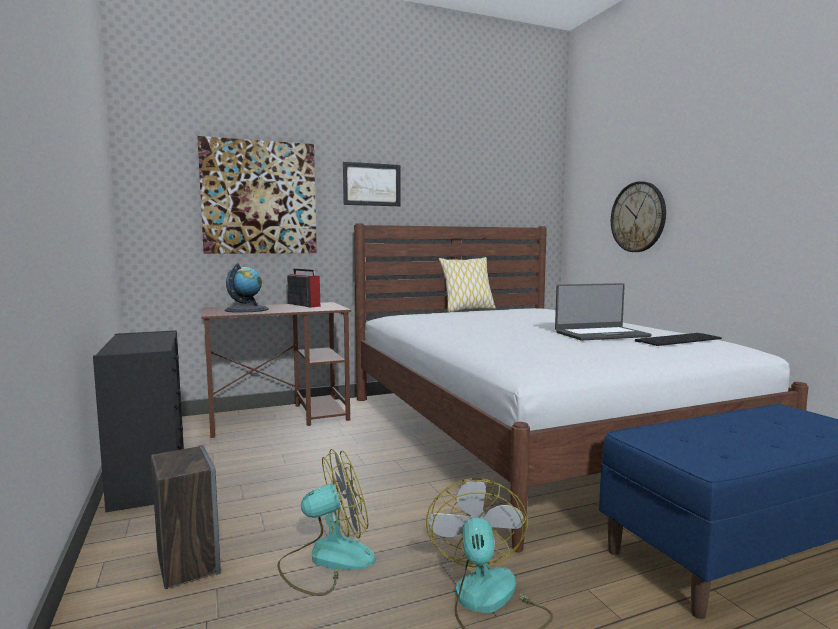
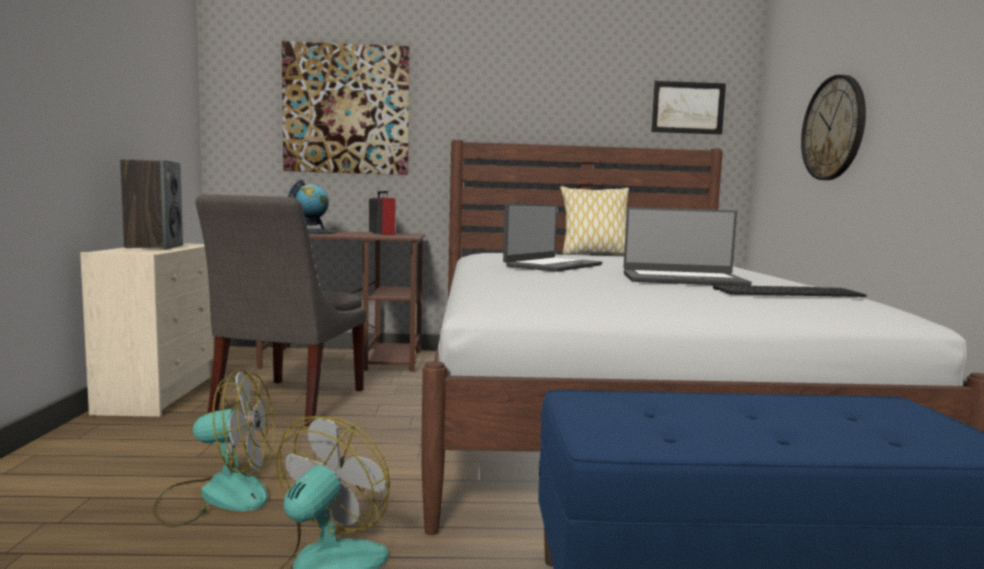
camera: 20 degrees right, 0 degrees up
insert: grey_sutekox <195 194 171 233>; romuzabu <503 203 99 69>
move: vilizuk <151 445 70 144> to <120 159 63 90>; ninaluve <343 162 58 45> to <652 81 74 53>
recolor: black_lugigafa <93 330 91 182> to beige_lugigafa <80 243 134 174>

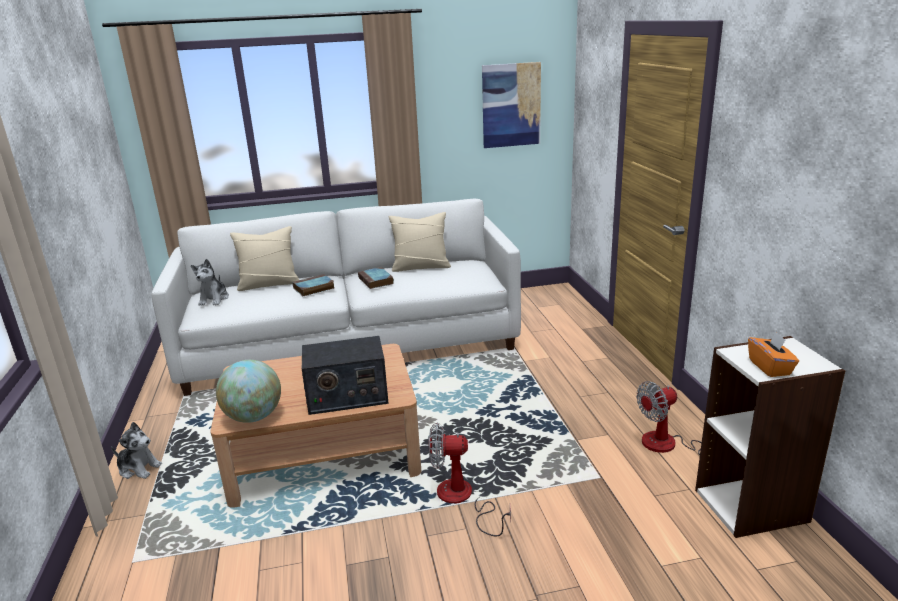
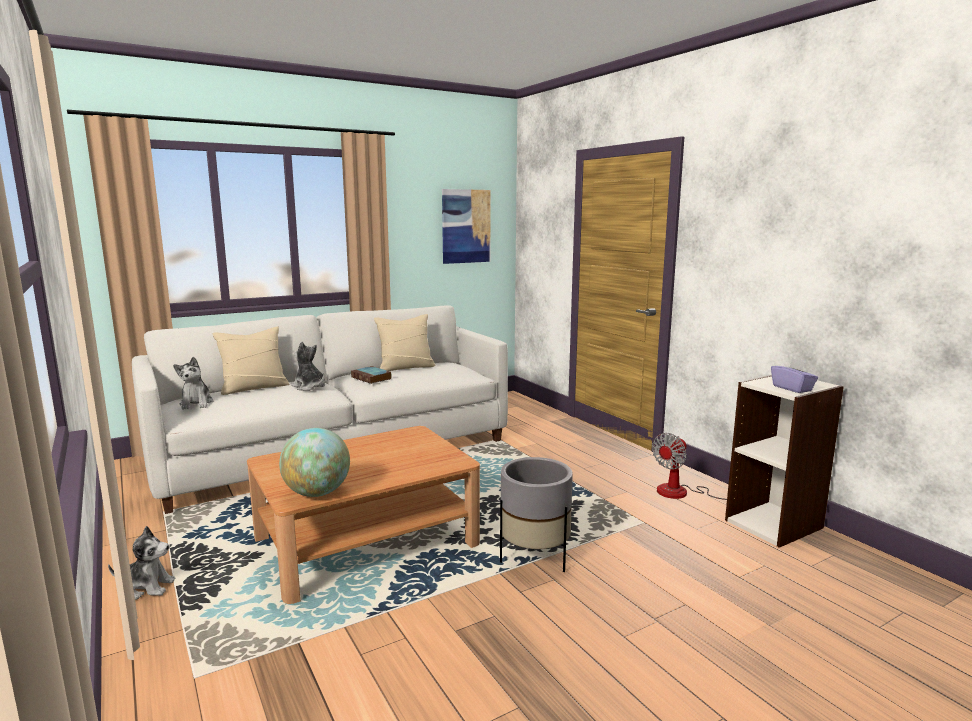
camera: 20 degrees left, 10 degrees down
delete: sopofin <302 336 87 79>
replace: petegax <292 274 42 22> to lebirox <291 341 34 50>; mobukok <429 423 82 113> to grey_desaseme <500 457 73 115>
recolor: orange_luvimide <748 331 51 46> to purple_luvimide <771 358 47 35>

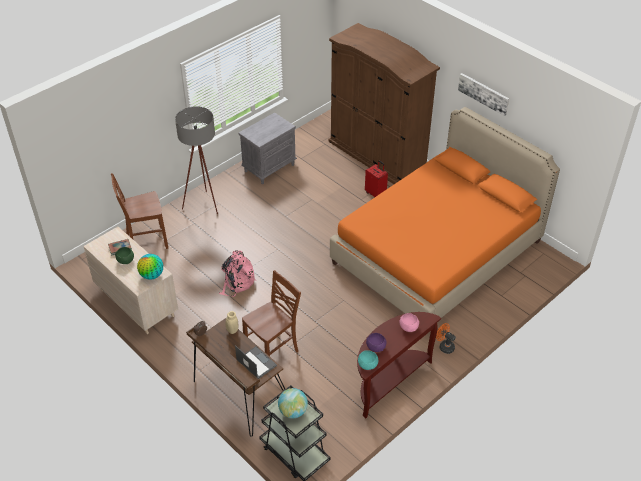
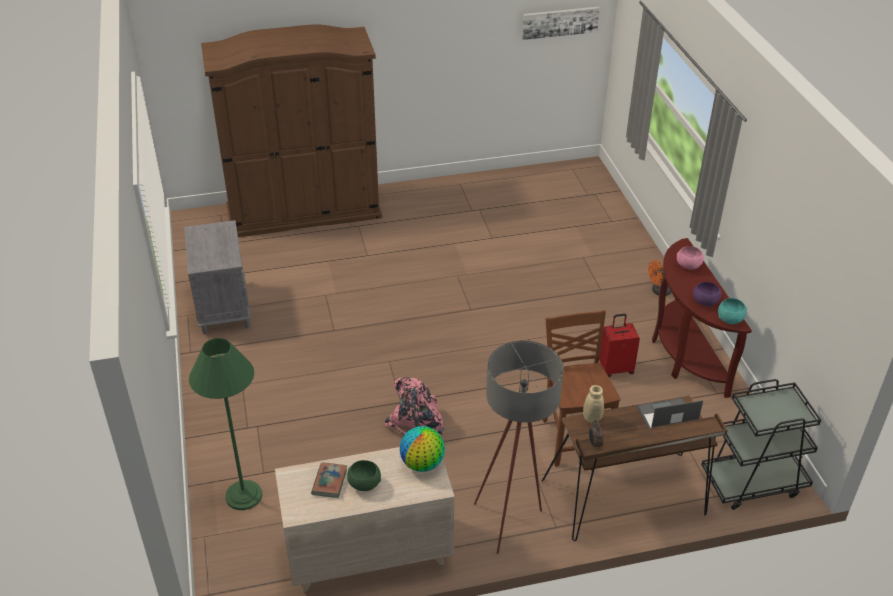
camera: 60 degrees left, 5 degrees down
delete: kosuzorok <278 388 30 31>; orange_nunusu <330 107 230 211>
move: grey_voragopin <175 106 43 108> to <474 341 90 213>; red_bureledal <365 160 23 37> to <599 314 41 63>; ninaluve <458 73 51 43> to <522 7 78 33>
replace: brown_sutekox <111 173 57 76> to green_voragopin <189 338 73 172>

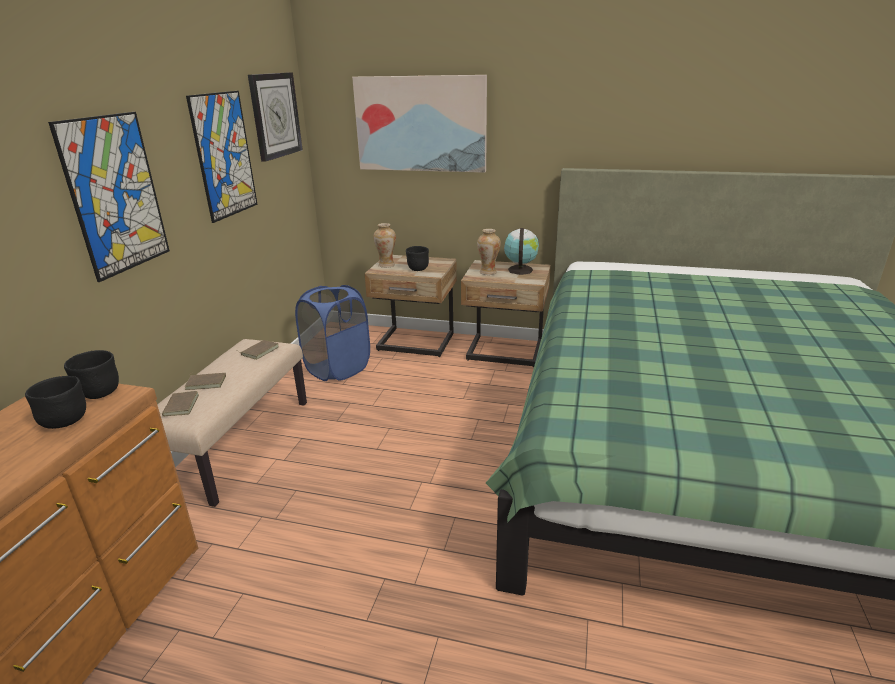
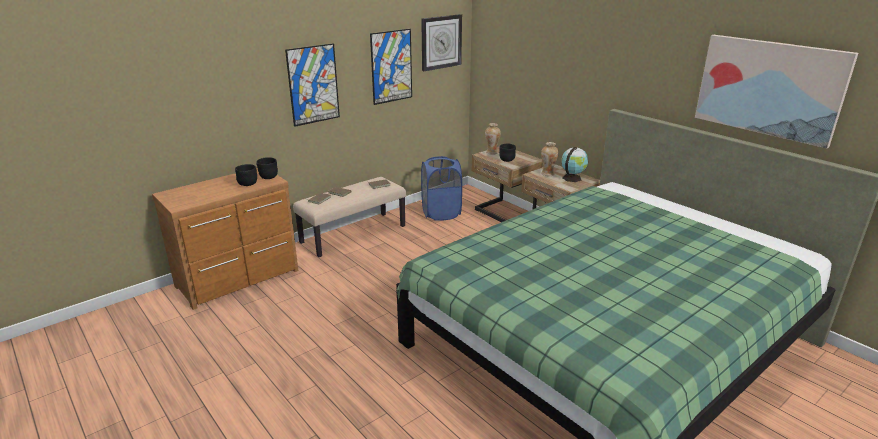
camera: 35 degrees right, 0 degrees up
move: ninaluve <352 75 135 98> to <695 35 163 113>

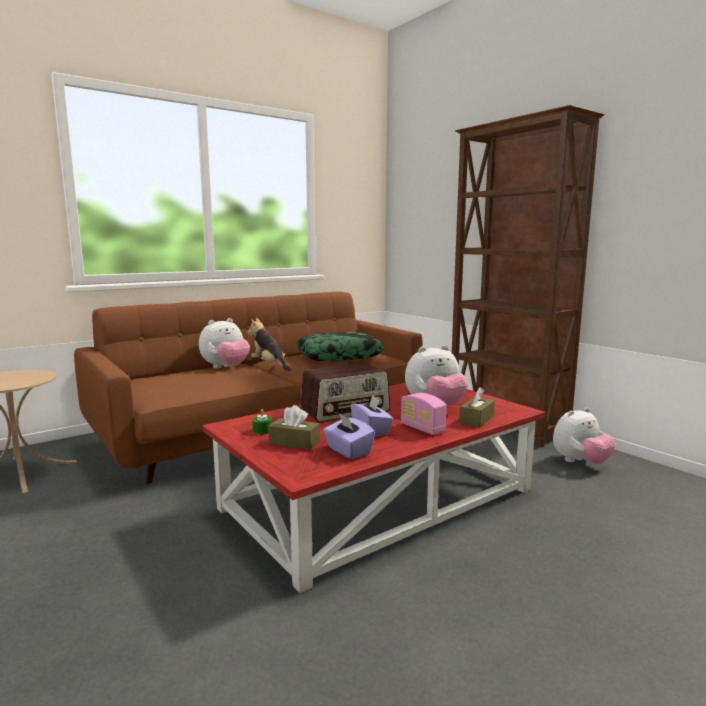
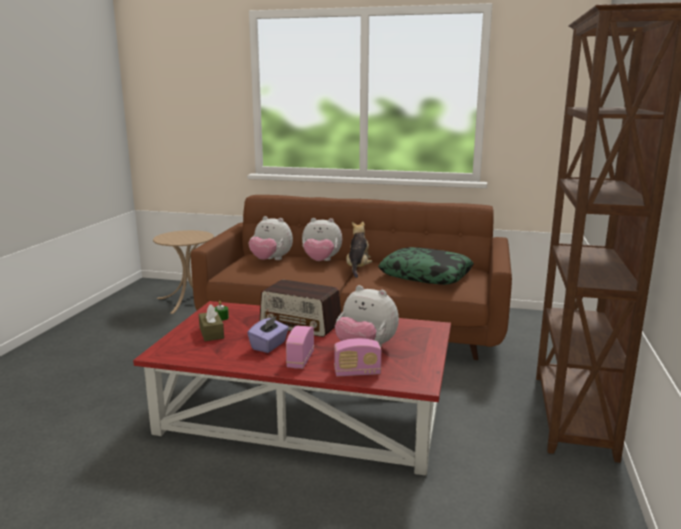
camera: 50 degrees right, 5 degrees up
delete: purple_luvimide <323 413 52 46>
move: lebirox <553 408 62 56> to <249 216 44 44>
replace: brown_luvimide <459 387 36 41> to sopofin <334 338 47 39>

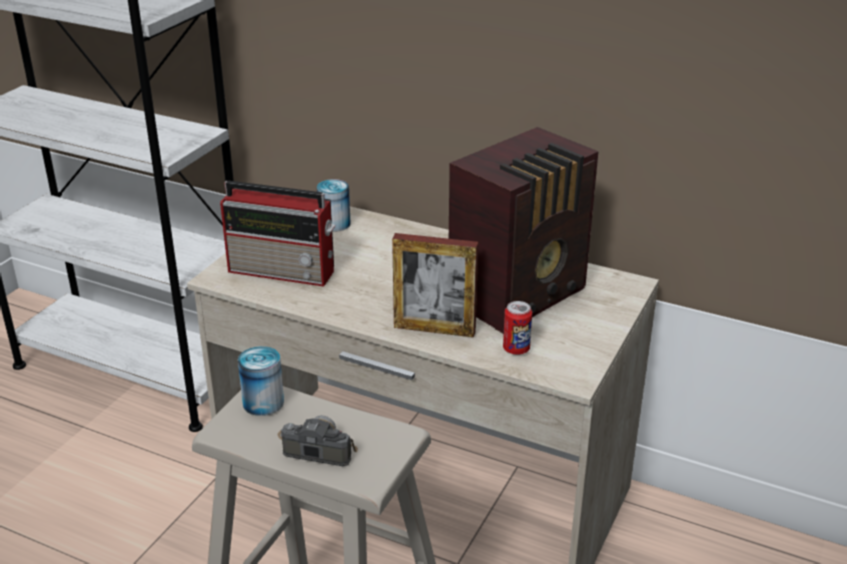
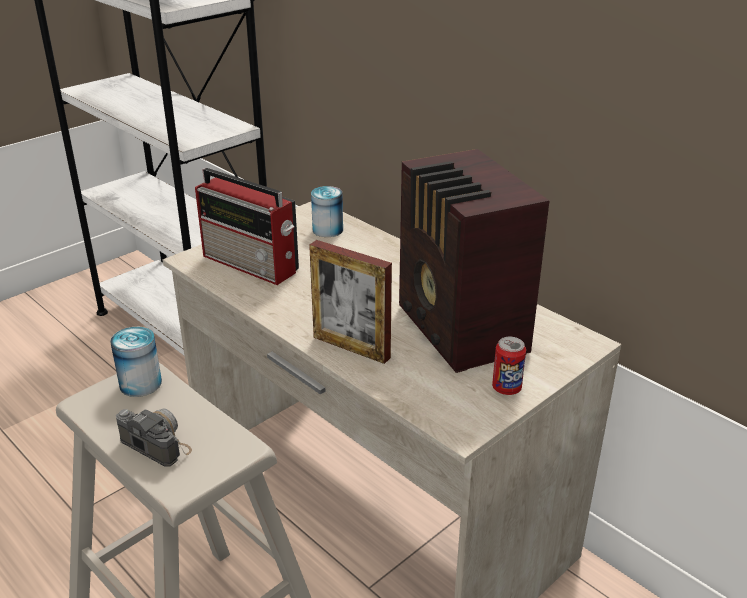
camera: 20 degrees right, 0 degrees up
move: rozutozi <503 301 29 54> to <492 337 34 58>
rotate: sopofin <449 127 150 207> = <399 149 150 224> 90 degrees clockwise

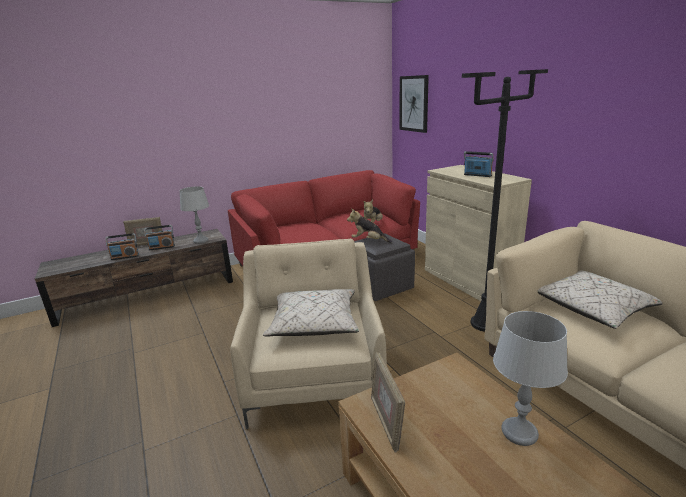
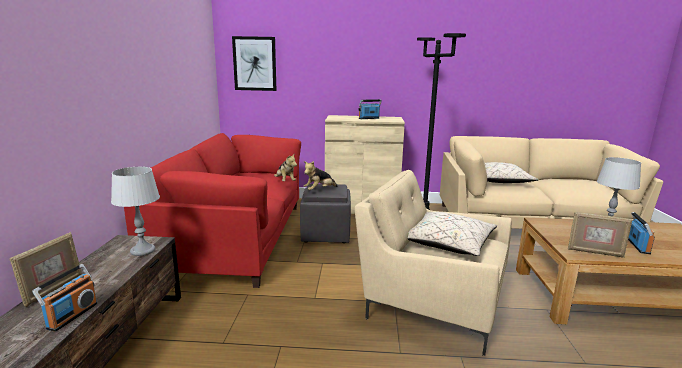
camera: 60 degrees left, 5 degrees down
move: sopofin <144 225 31 25> to <628 212 27 42>

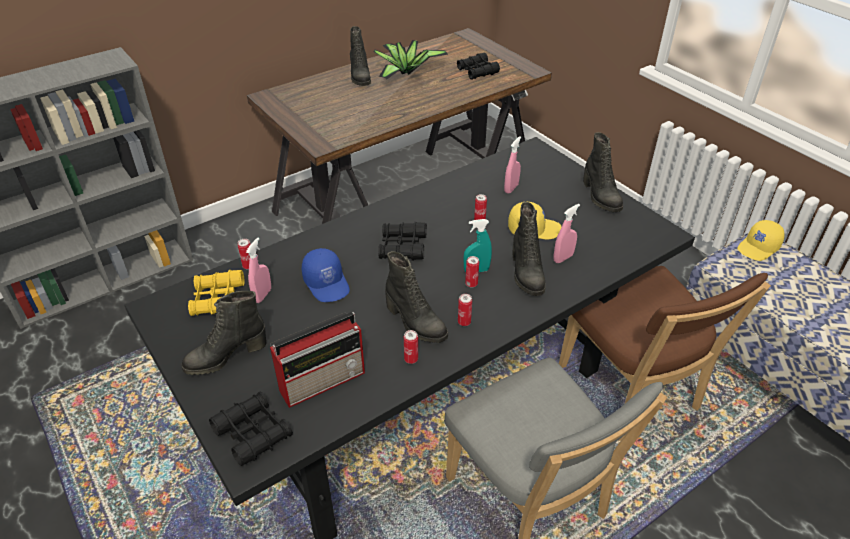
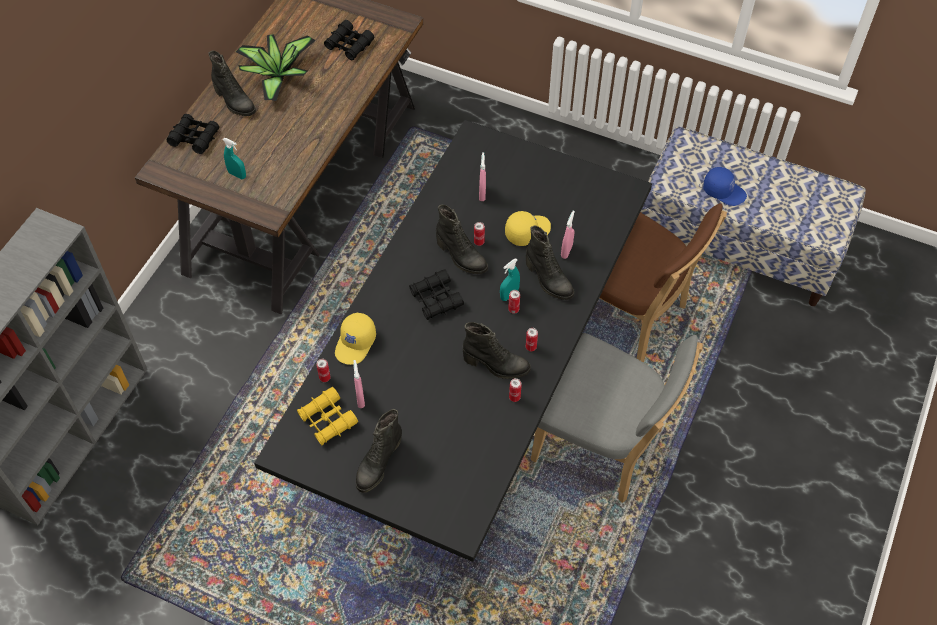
camera: 30 degrees left, 15 degrees up
delete: sopofin <270 312 95 96>
insert: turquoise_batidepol <223 138 23 41>
move: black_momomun <209 392 84 74> to <166 114 53 40>; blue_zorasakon <302 248 48 54> to <703 167 44 39>; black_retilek <583 132 40 80> to <436 204 52 70>; yellow_zorasakon <737 220 48 41> to <335 313 41 52>

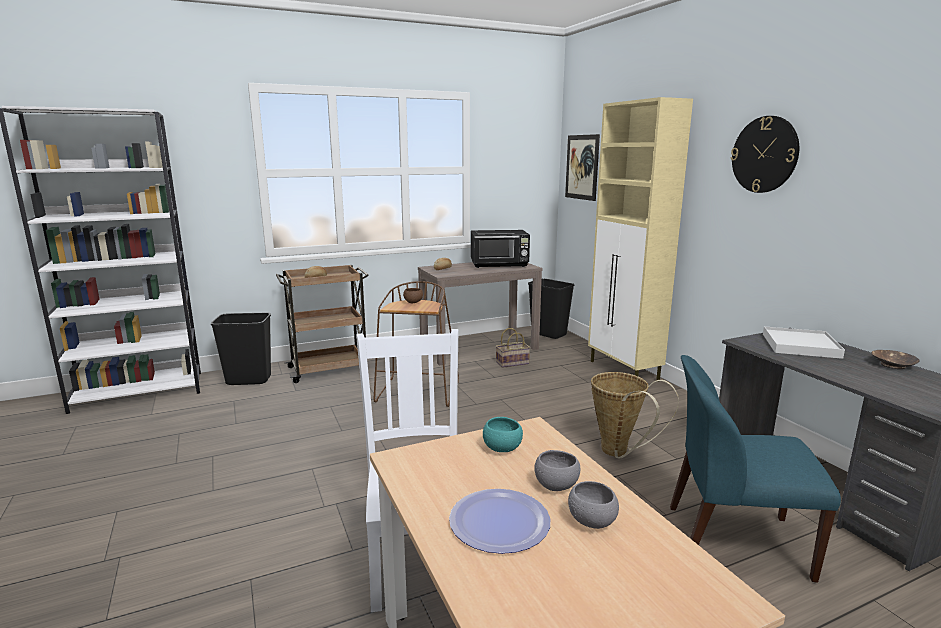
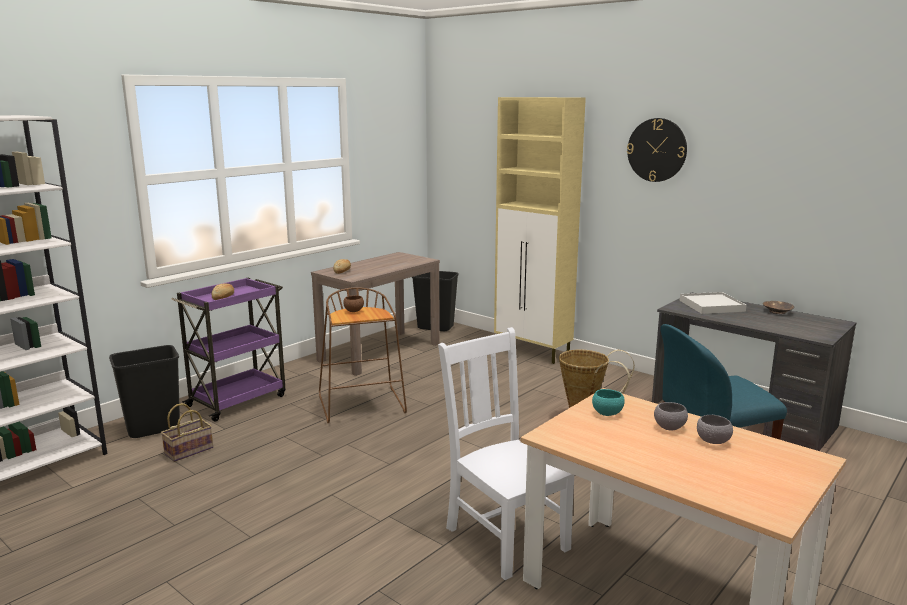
camera: 25 degrees left, 0 degrees up
delete: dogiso <449 489 101 65>; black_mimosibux <471 230 59 38>; ninaluve <565 134 35 67>
move: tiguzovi <496 328 34 40> to <161 403 52 59>
recolor: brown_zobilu <276 265 93 118> to purple_zobilu <171 278 115 144>

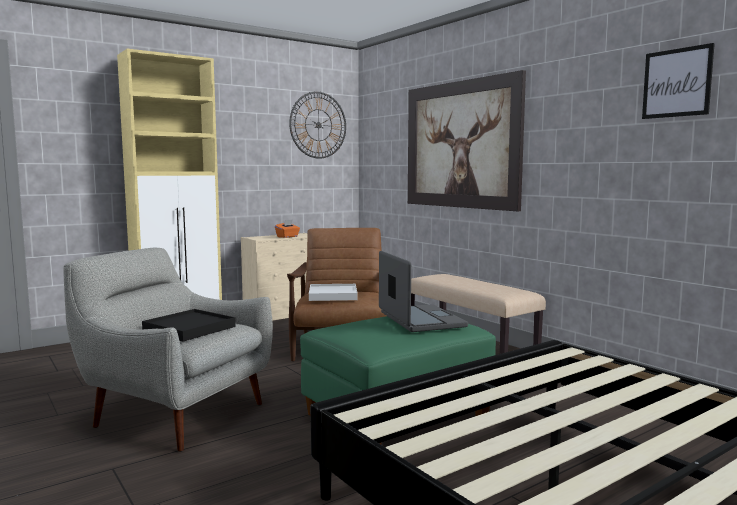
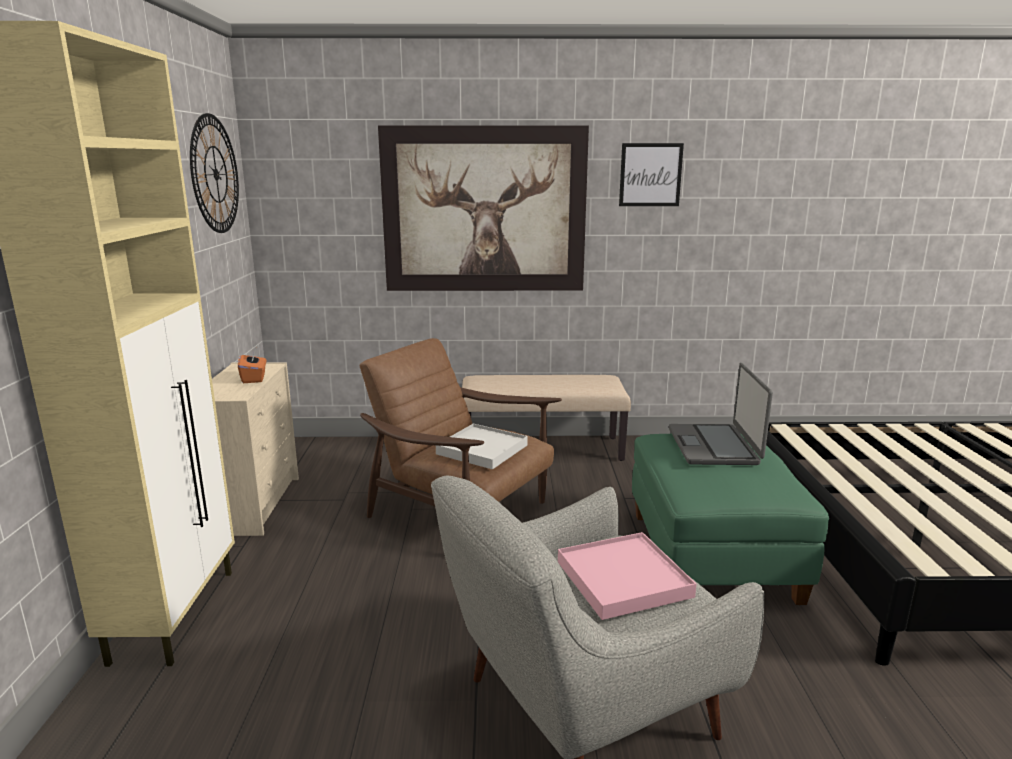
camera: 55 degrees left, 10 degrees up
move: ninaluve <642 43 73 76> to <619 143 65 63>
recolor: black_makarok <142 309 93 33> to pink_makarok <558 532 139 88>
rotate: romuzabu <379 251 89 81> = <669 363 104 102> 105 degrees counterclockwise

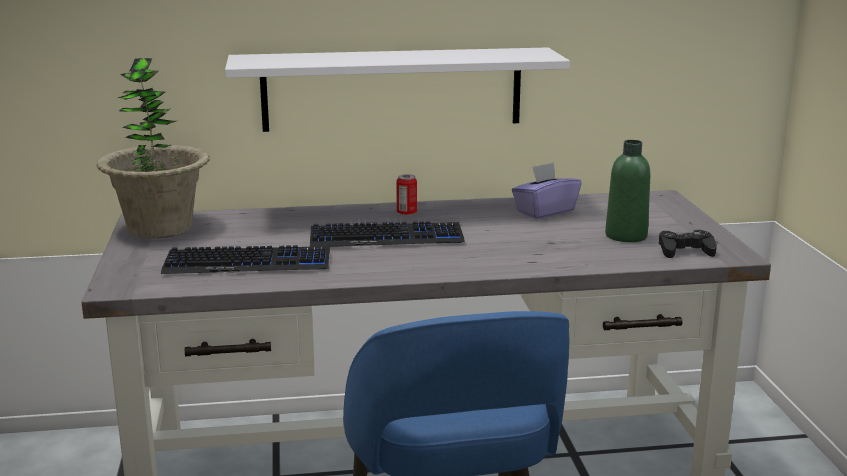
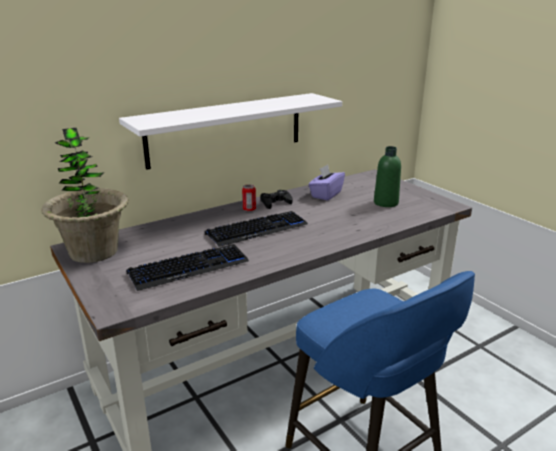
camera: 25 degrees left, 5 degrees up
move: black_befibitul <659 230 58 28> to <261 190 31 19>

